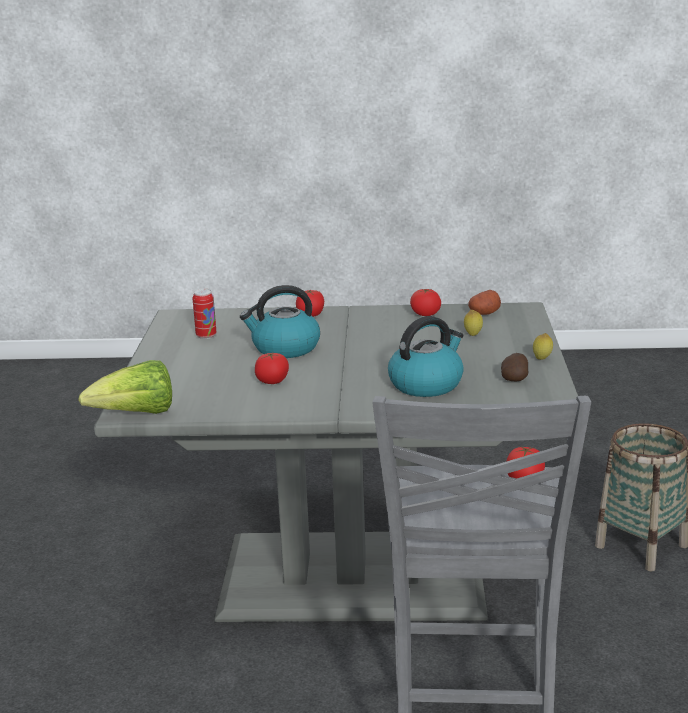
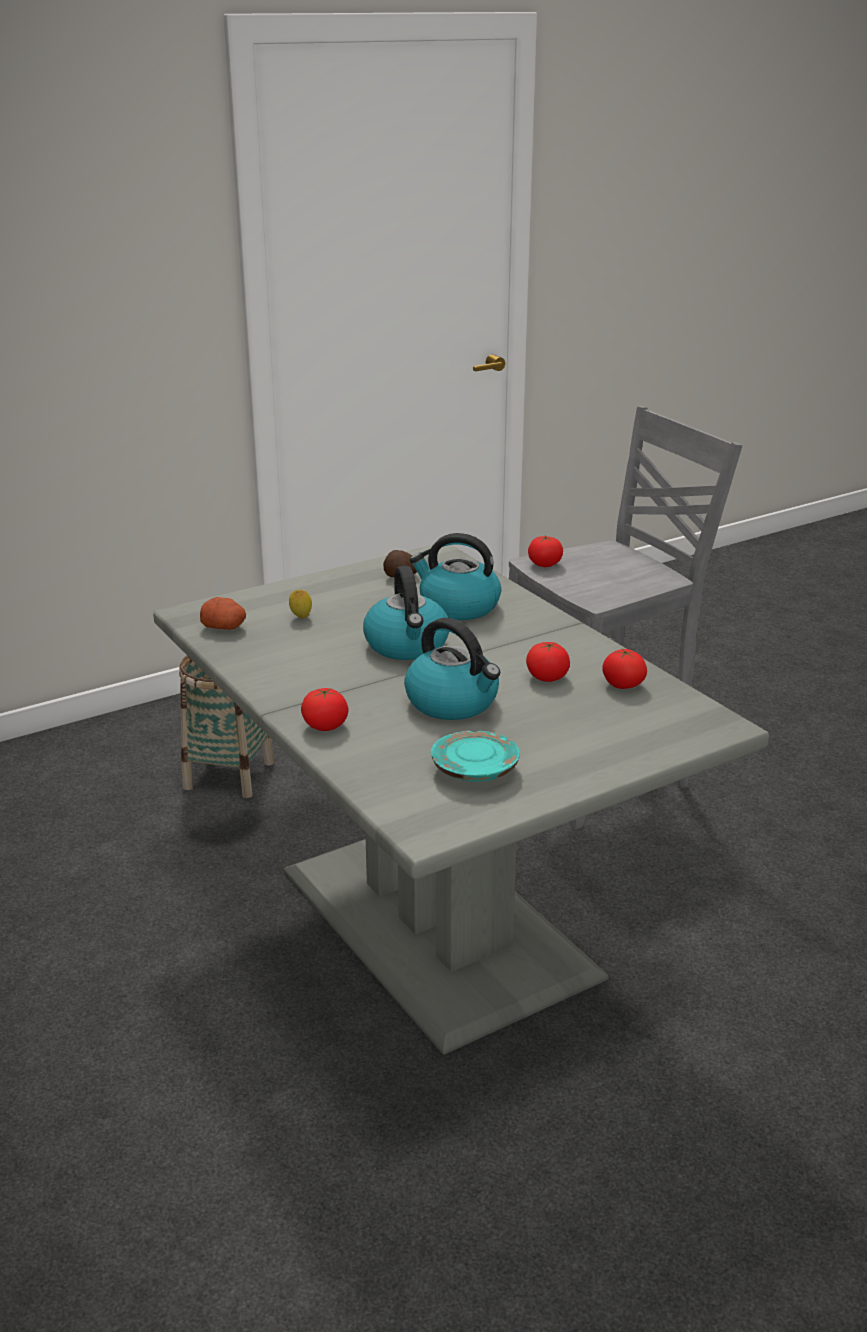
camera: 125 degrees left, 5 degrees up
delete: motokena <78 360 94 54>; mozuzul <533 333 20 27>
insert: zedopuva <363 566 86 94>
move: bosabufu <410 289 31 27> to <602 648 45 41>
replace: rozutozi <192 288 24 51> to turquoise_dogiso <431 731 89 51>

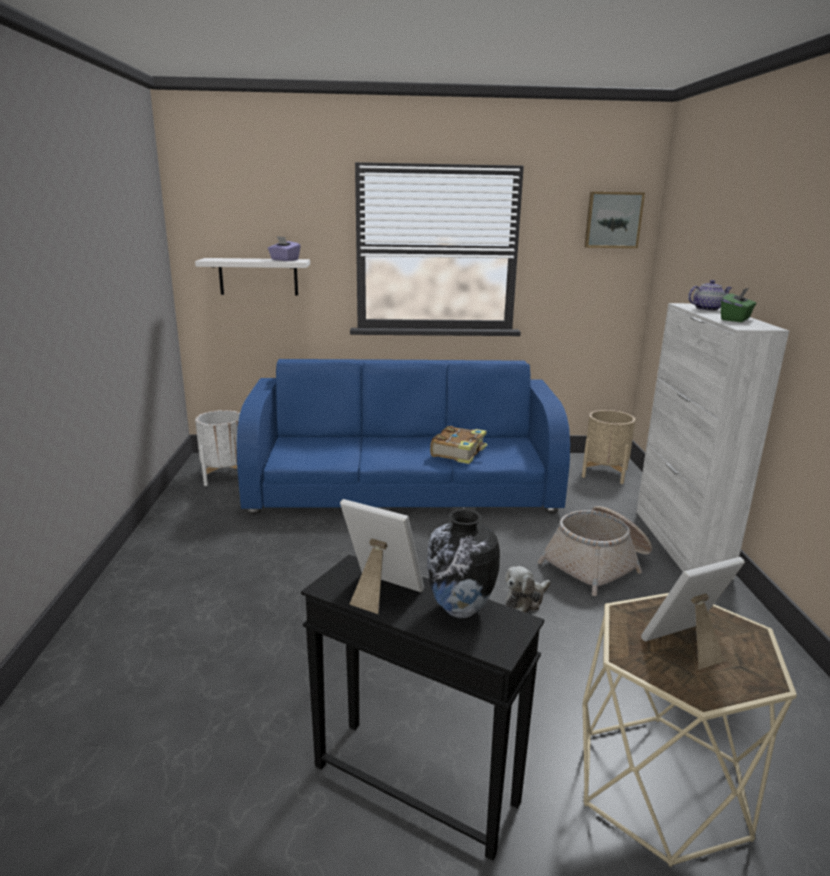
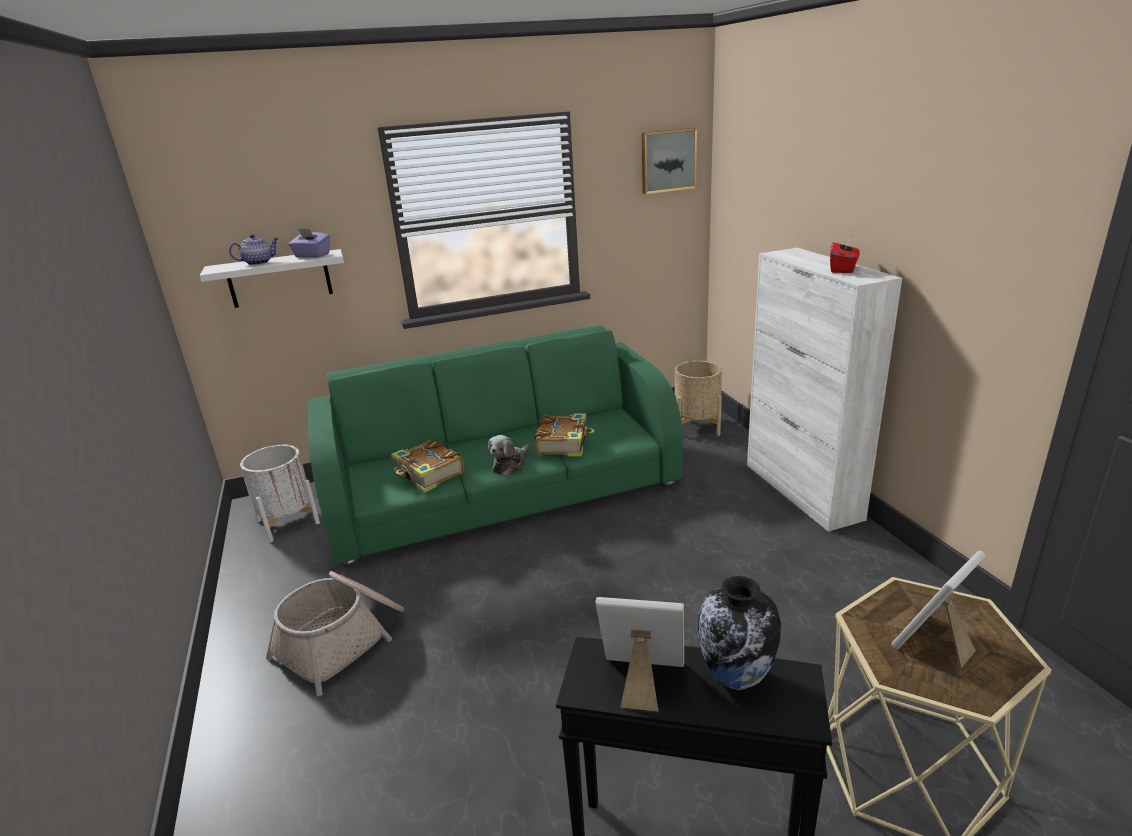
camera: 15 degrees left, 5 degrees up
insert: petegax <391 439 73 53>
move: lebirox <505 566 45 47> to <488 435 41 41>; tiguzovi <538 506 114 90> to <266 571 138 125>; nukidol <688 280 44 31> to <229 234 50 31>
recolor: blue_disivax <237 359 333 156> to green_disivax <308 325 375 242>; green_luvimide <721 288 35 34> to red_luvimide <830 237 30 36>

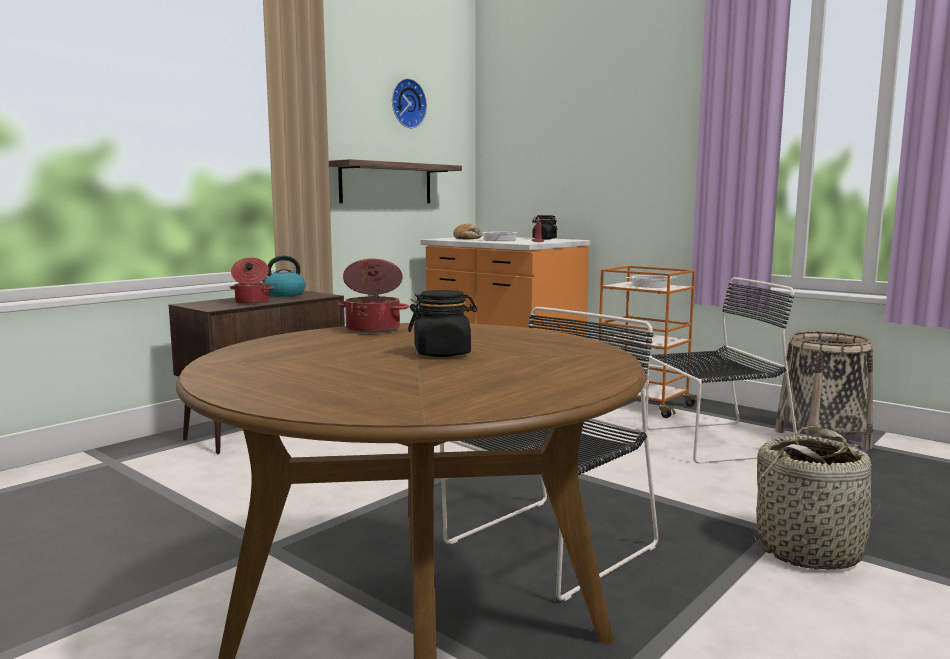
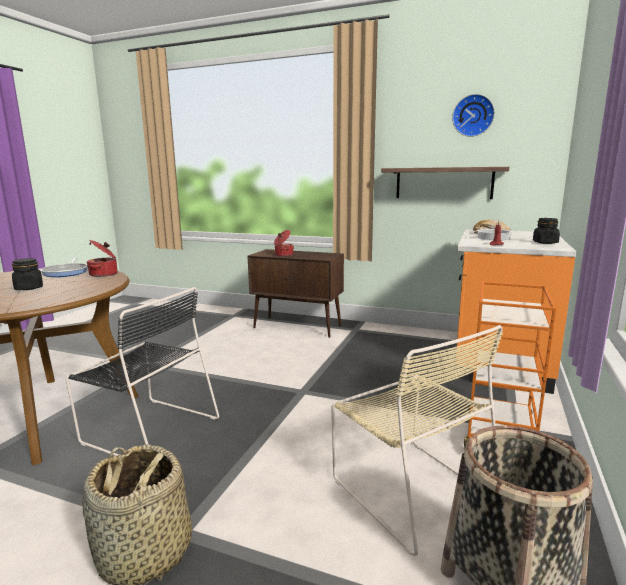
camera: 70 degrees right, 5 degrees up
delete: zedopuva <262 255 44 42>; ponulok <626 275 51 13>
insert: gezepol <40 258 48 19>
recolor: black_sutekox <646 277 151 187> to beige_sutekox <331 325 172 231>

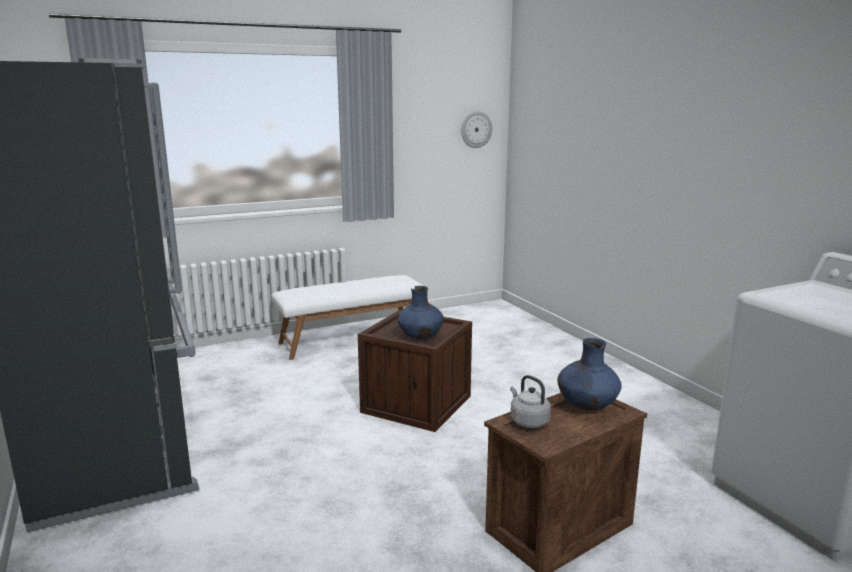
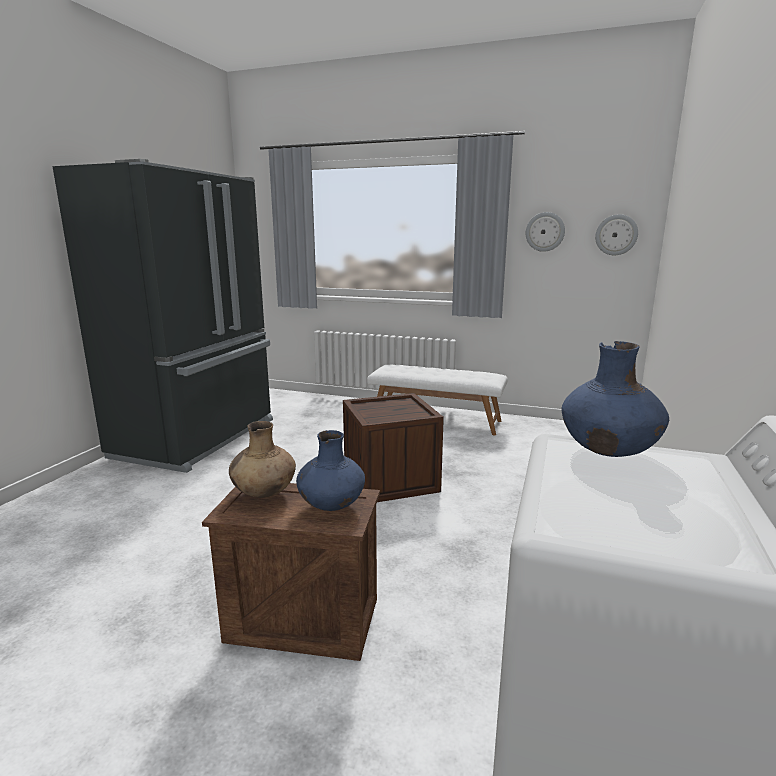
camera: 45 degrees right, 0 degrees up
insert: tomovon <526 212 39 40>
move: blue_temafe <397 286 47 53> to <562 341 107 116>
replace: grey_zedopuva <510 375 41 53> to brown_temafe <229 421 67 77>

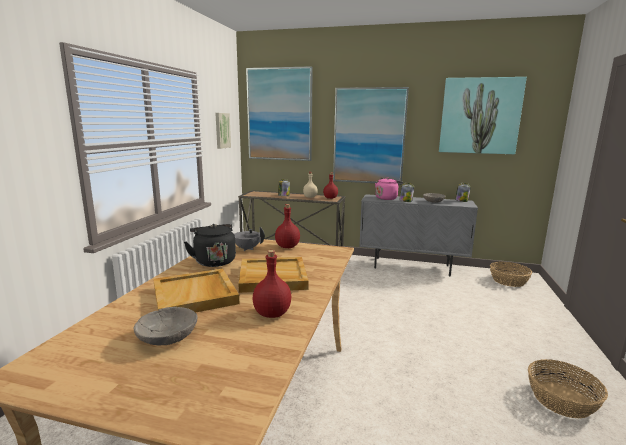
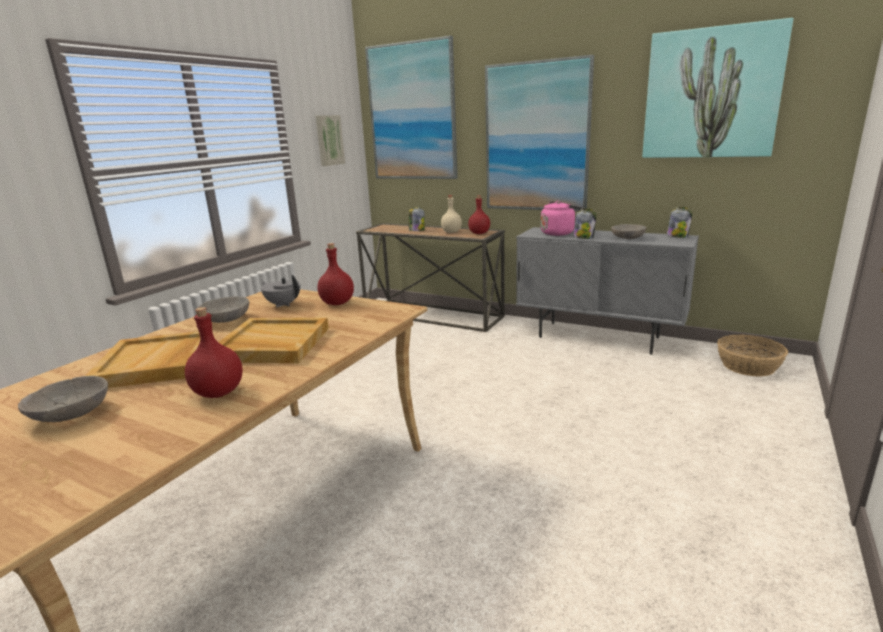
camera: 15 degrees right, 5 degrees up
delete: tiguzovi <528 359 80 59>
replace: black_zedopuva <184 224 52 43> to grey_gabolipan <196 297 53 26>

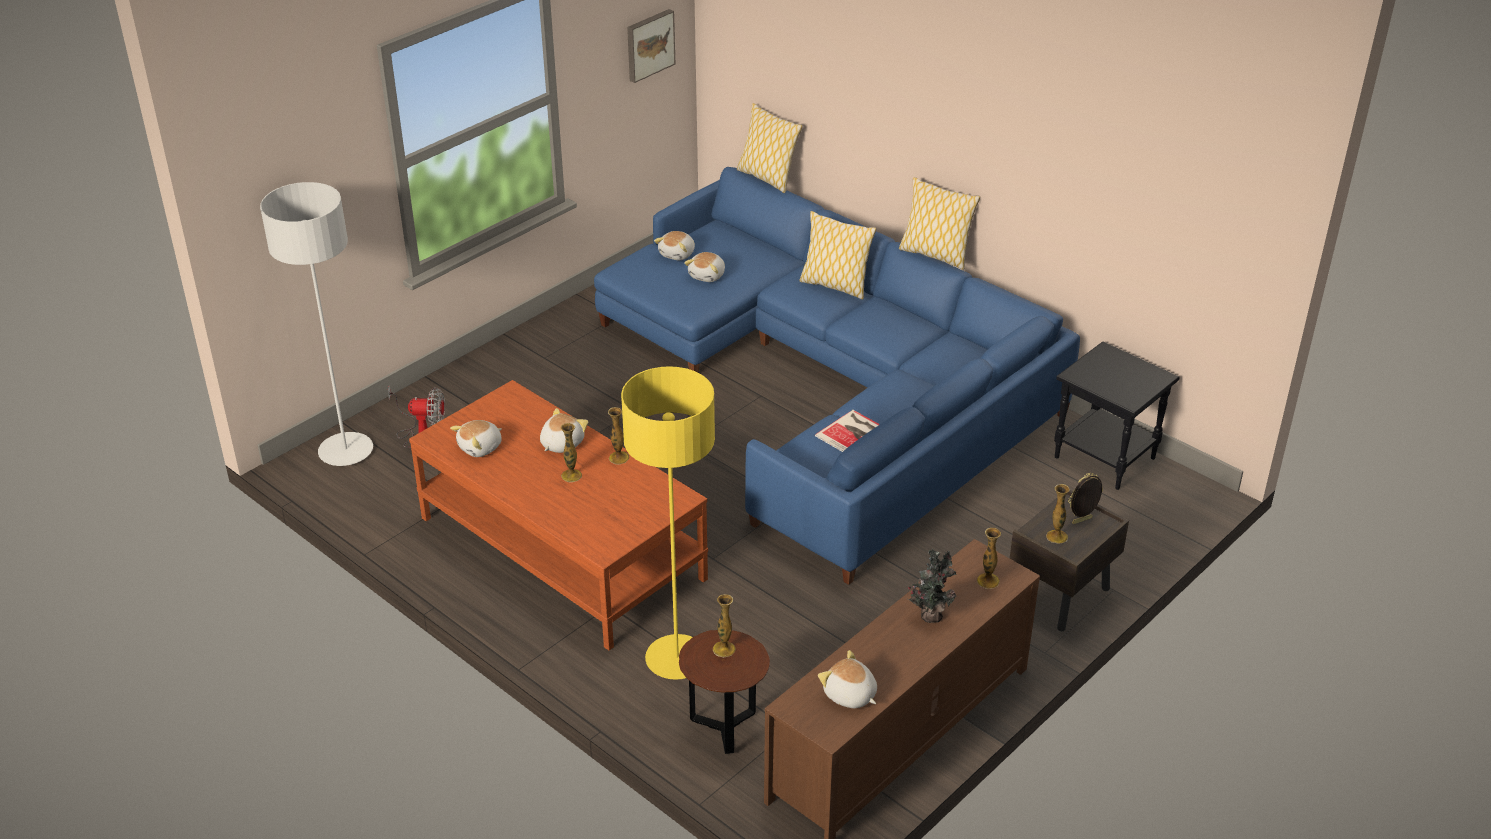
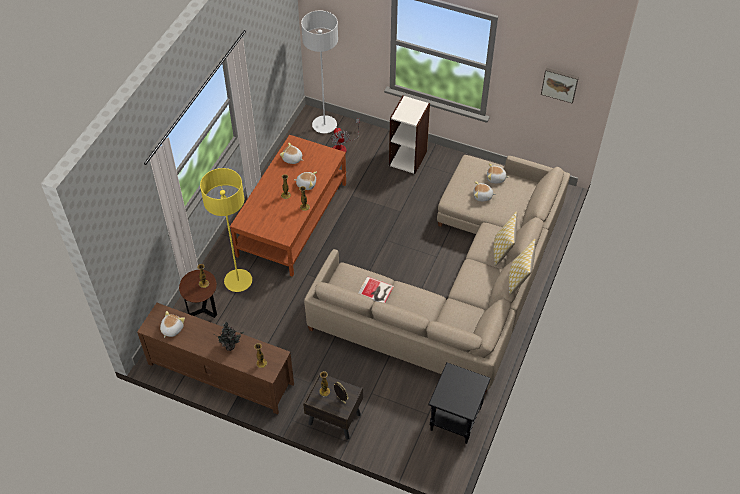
camera: 70 degrees right, 15 degrees up
delete: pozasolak <737 103 66 90>
insert: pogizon <389 95 41 79>
recolor: blue_disivax <594 167 486 418> to beige_disivax <304 155 266 239>

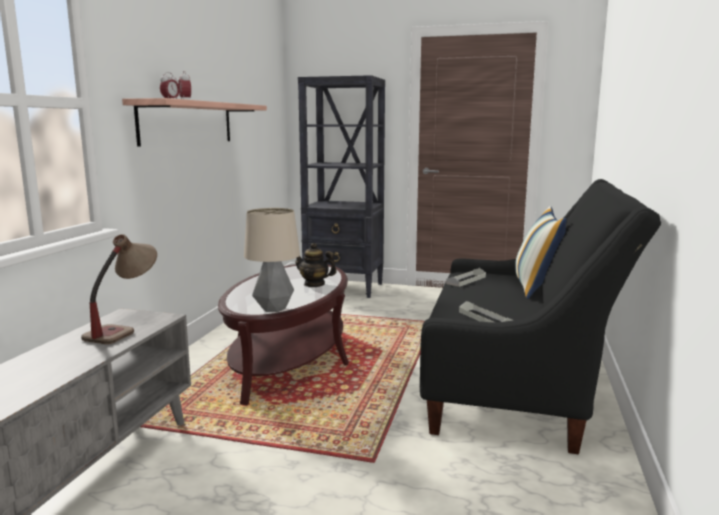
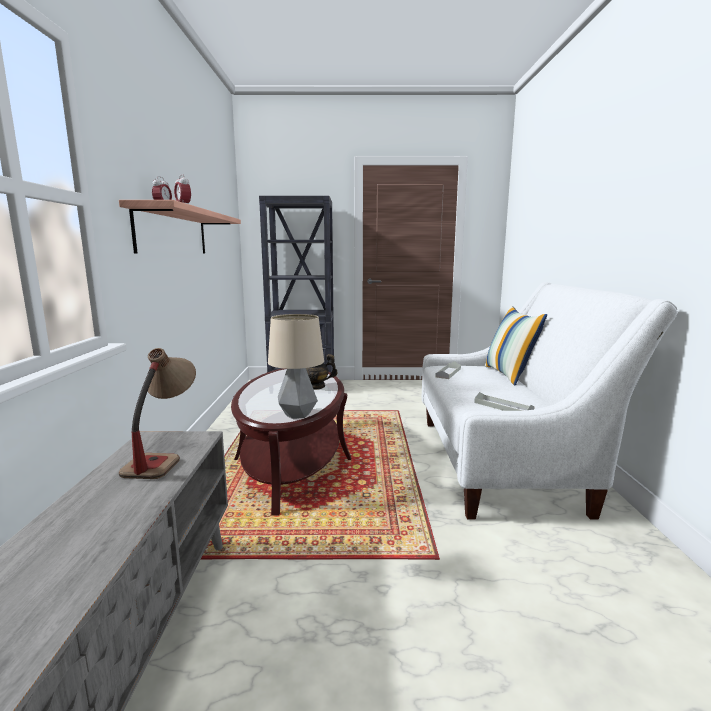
camera: 15 degrees left, 0 degrees up
recolor: black_disivax <420 179 241 275> to white_disivax <422 282 256 238>

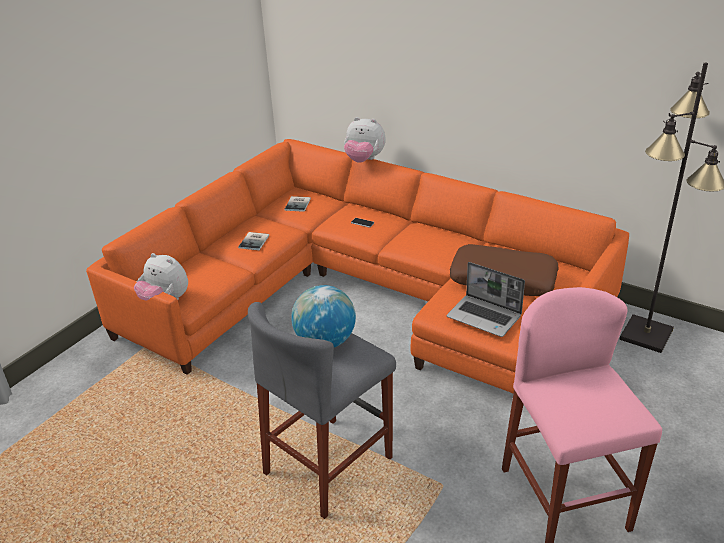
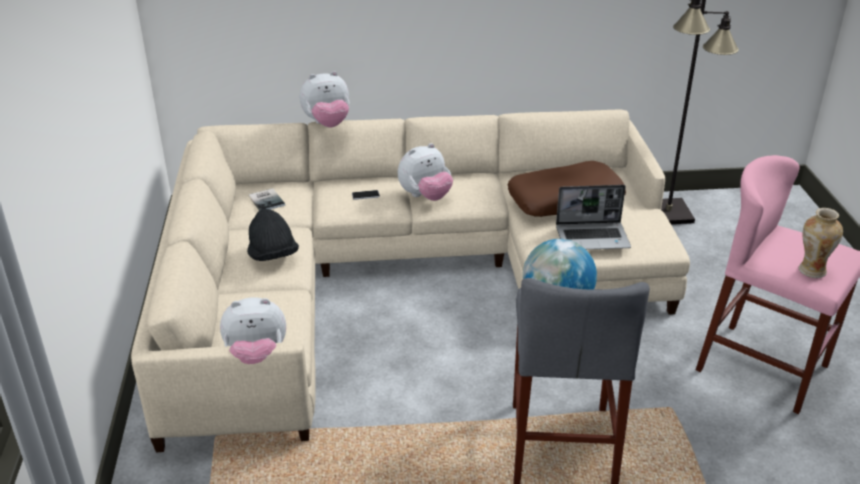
camera: 40 degrees left, 0 degrees up
insert: lebirox <398 143 55 58>; temafe <799 208 44 70>
replace: petegax <238 232 31 18> to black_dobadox <247 209 52 52>
recolor: orange_disivax <86 139 543 255> to beige_disivax <131 109 559 343>

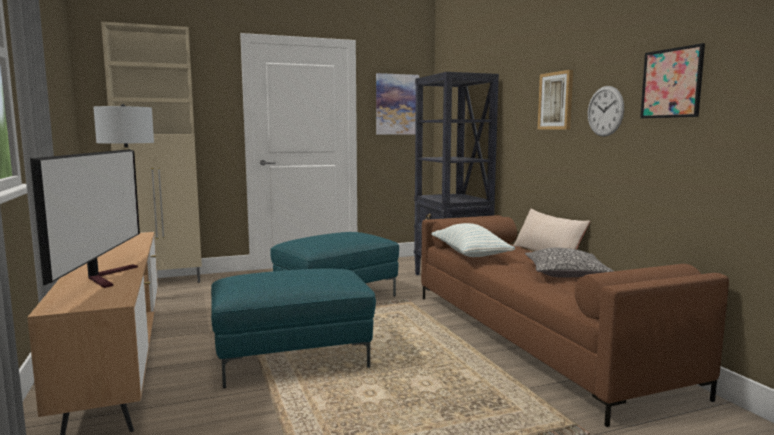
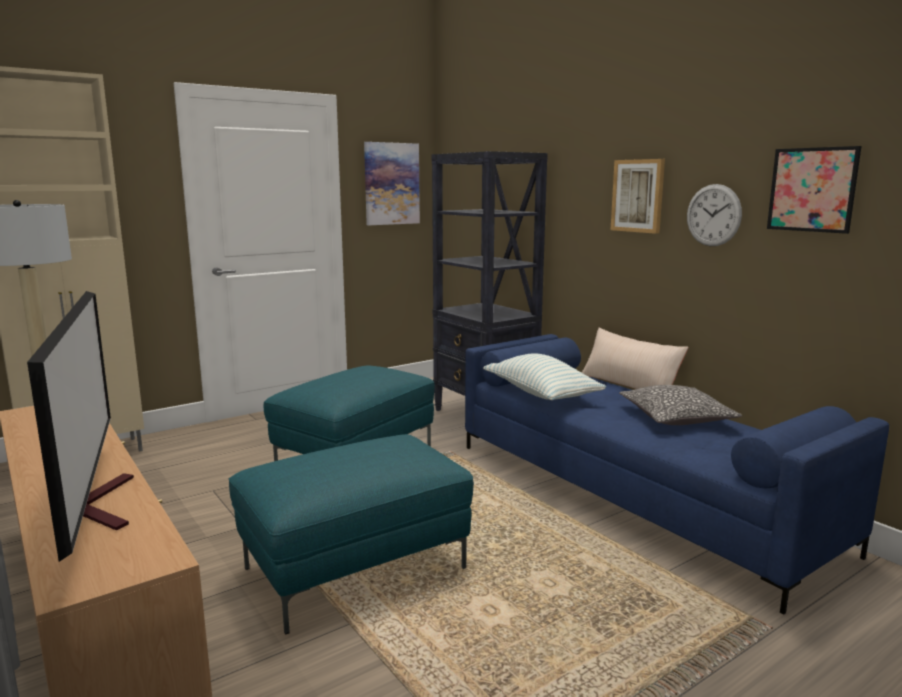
camera: 15 degrees left, 5 degrees up
recolor: brown_disivax <421 215 308 212> to blue_disivax <465 334 424 281>

